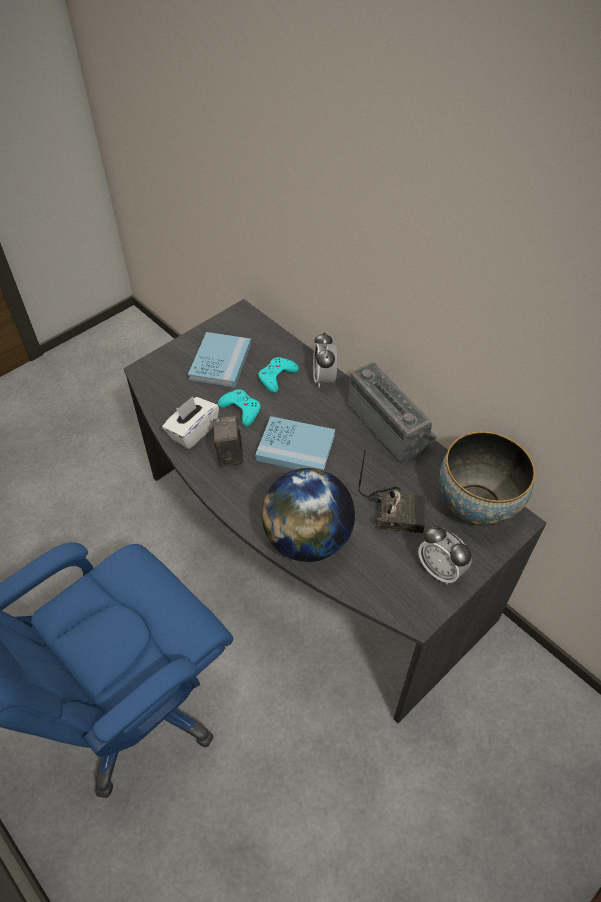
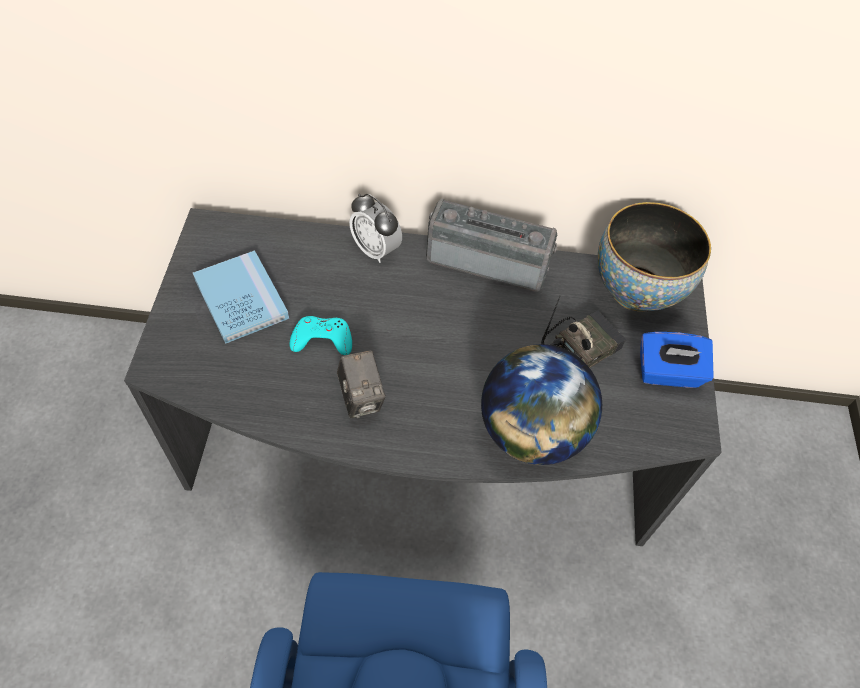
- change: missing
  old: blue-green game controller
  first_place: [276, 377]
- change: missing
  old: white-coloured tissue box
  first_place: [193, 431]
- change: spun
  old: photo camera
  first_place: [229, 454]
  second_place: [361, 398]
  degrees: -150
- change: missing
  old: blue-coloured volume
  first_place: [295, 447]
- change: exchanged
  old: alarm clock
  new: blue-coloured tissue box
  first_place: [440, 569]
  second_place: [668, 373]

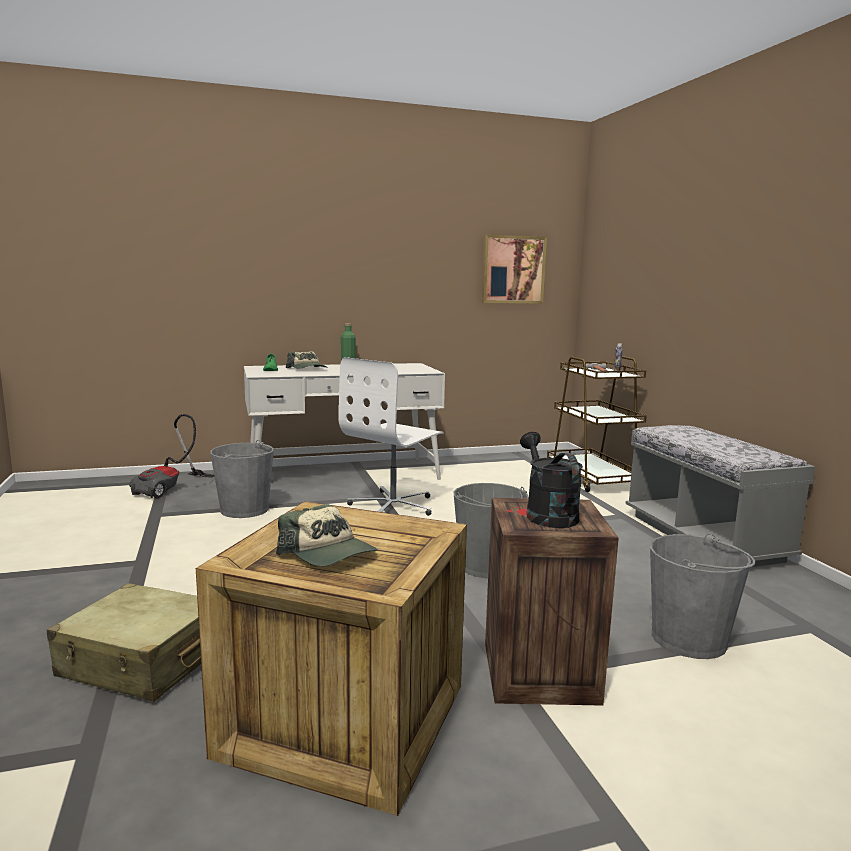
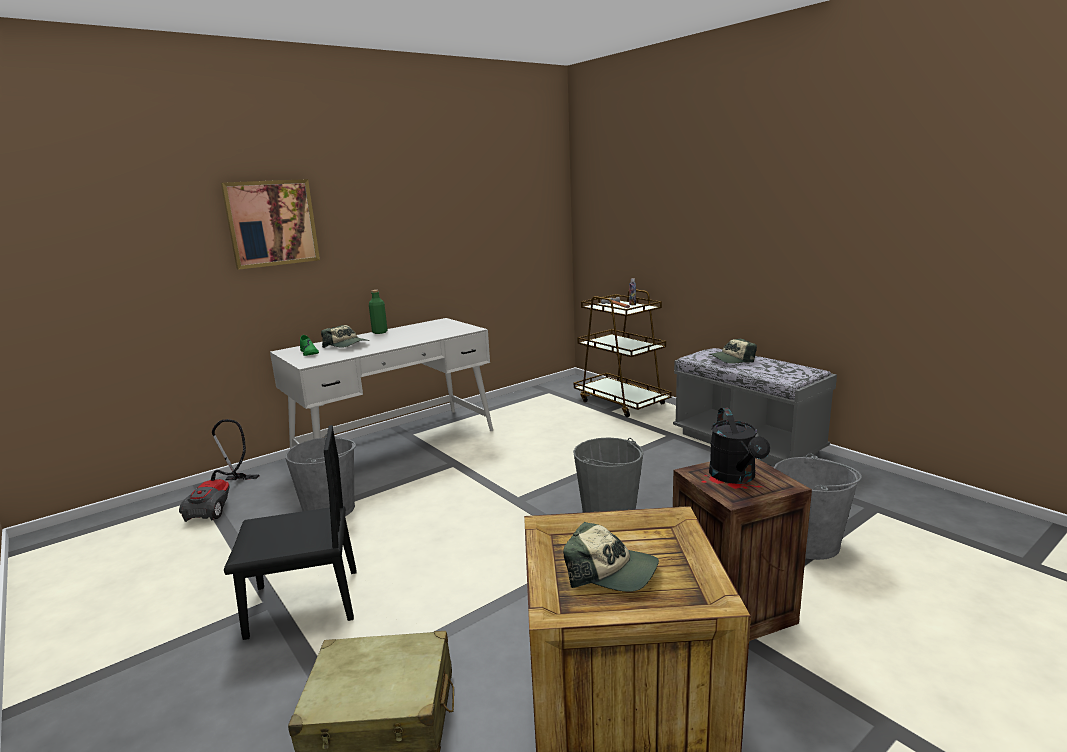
- change: relocated
  old: wall art
  first_place: [513, 269]
  second_place: [272, 223]
- change: missing
  old: white-coloured desk chair
  first_place: [394, 505]
- change: spun
  old: black watering pot
  first_place: [547, 514]
  second_place: [736, 477]
  degrees: -150
- change: appeared
  new: cap
  second_place: [731, 359]
- change: appeared
  new: black upright chair
  second_place: [303, 603]

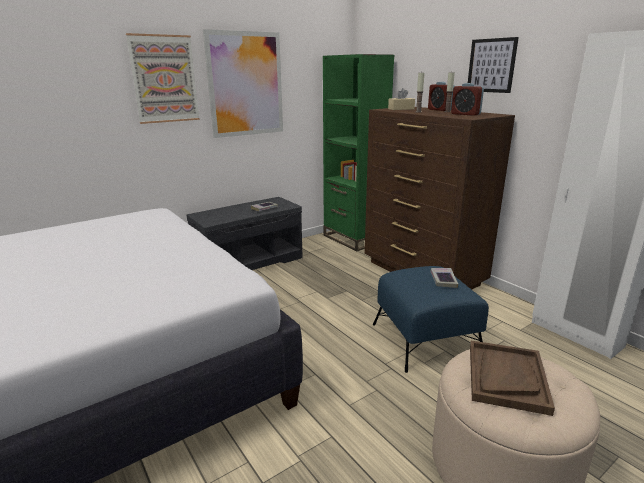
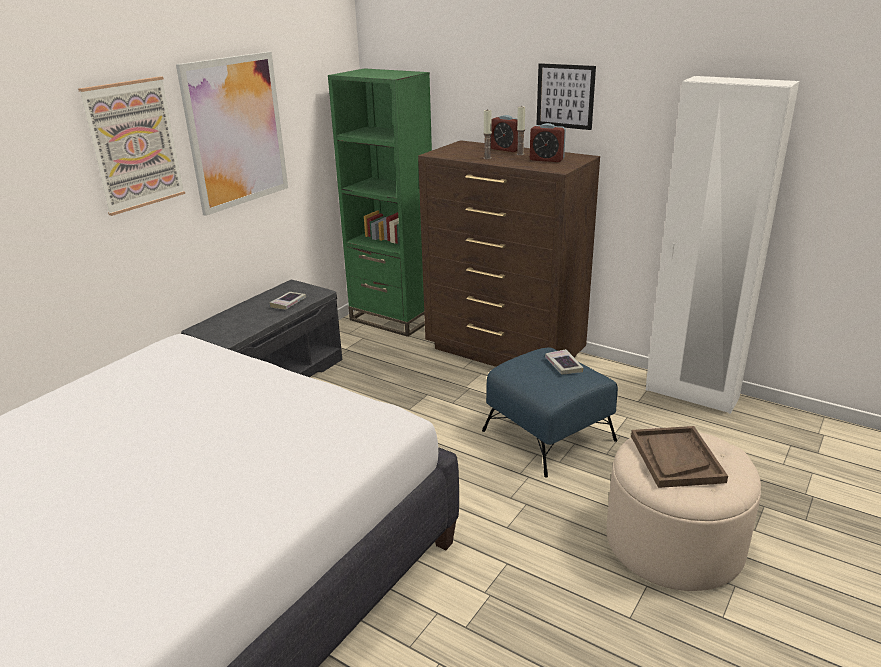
- change: missing
  old: sand-coloured tissue box
  first_place: [401, 109]

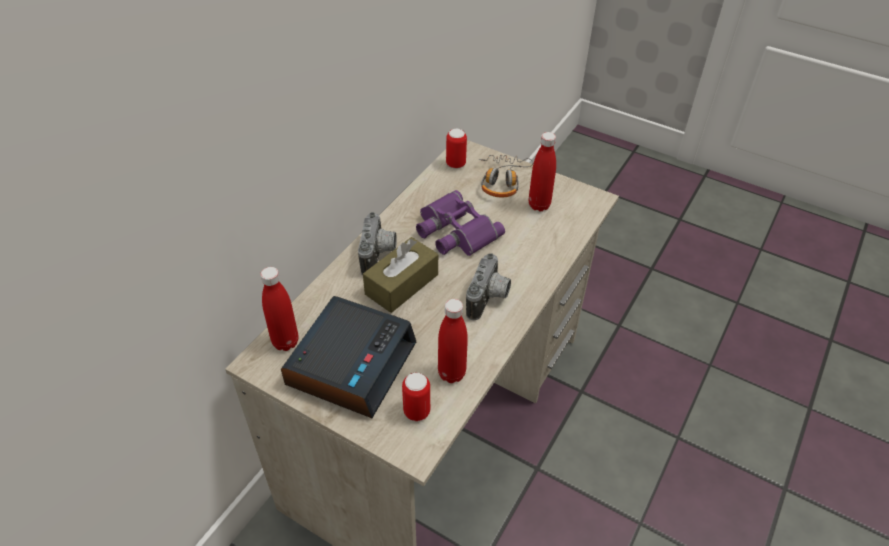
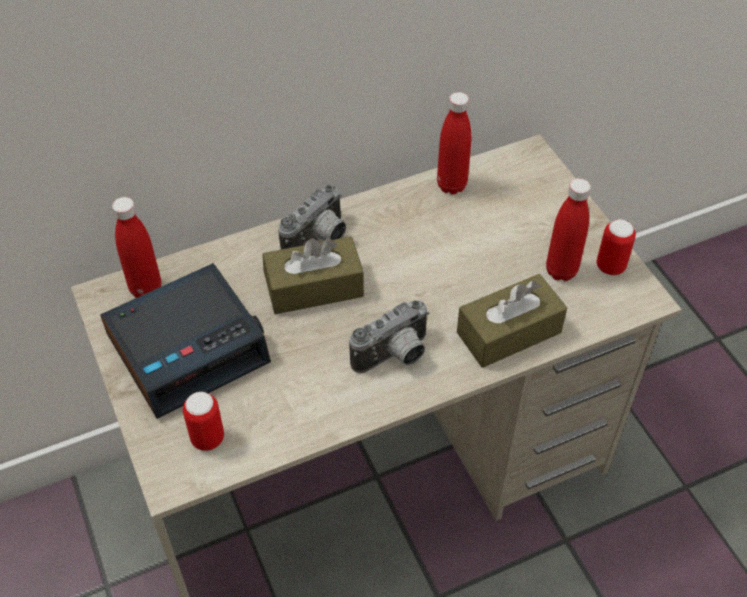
- change: relocated
  old: metal can
  first_place: [455, 164]
  second_place: [610, 266]
- change: missing
  old: headset
  first_place: [502, 181]
- change: missing
  old: purplish binoculars
  first_place: [454, 231]
- change: relocated
  old: red-coloured drink bottle
  first_place: [451, 373]
  second_place: [451, 185]
- change: appeared
  new: brown-coloured tissue box
  second_place: [509, 332]

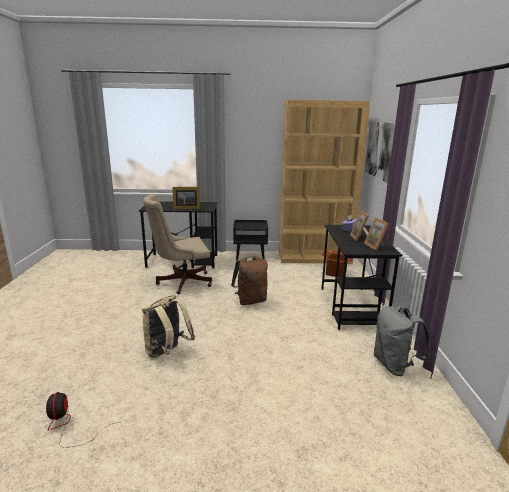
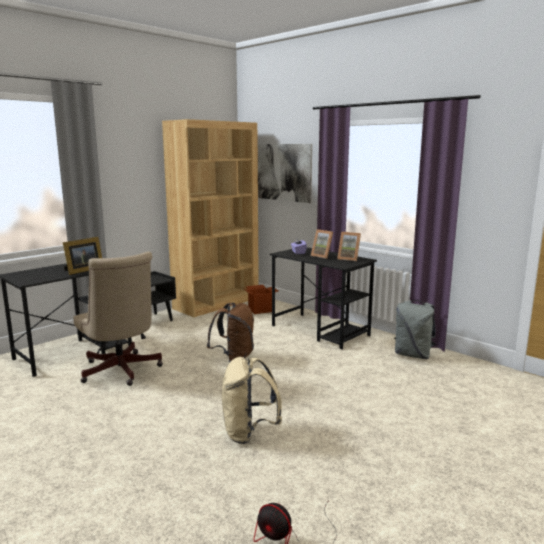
- change: spun
  old: sand-coloured desk chair
  first_place: [181, 282]
  second_place: [121, 372]
  degrees: -60

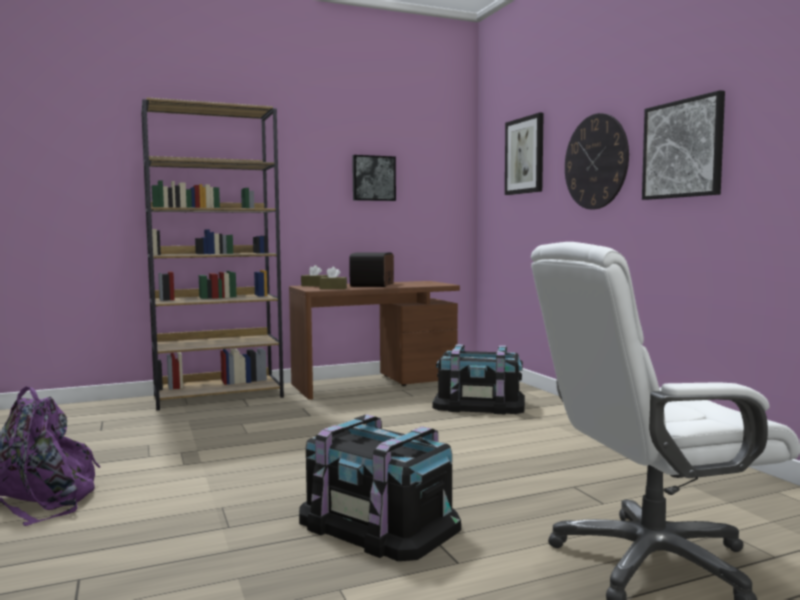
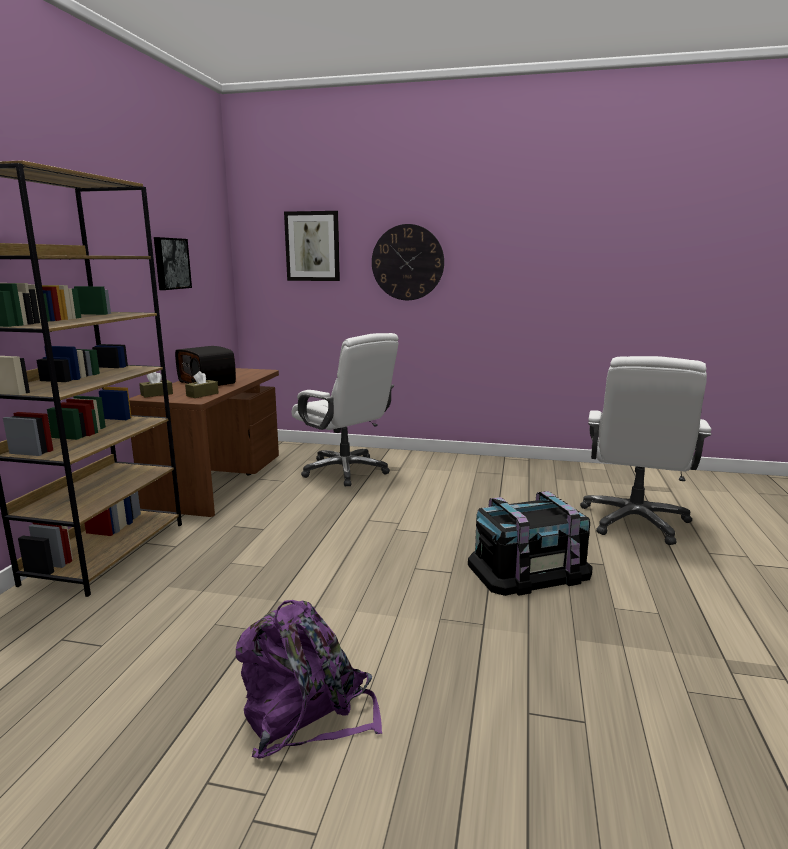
- change: missing
  old: wall art
  first_place: [683, 149]
- change: exchanged
  old: black storage container
  new: white-coloured desk chair
  first_place: [479, 404]
  second_place: [346, 471]

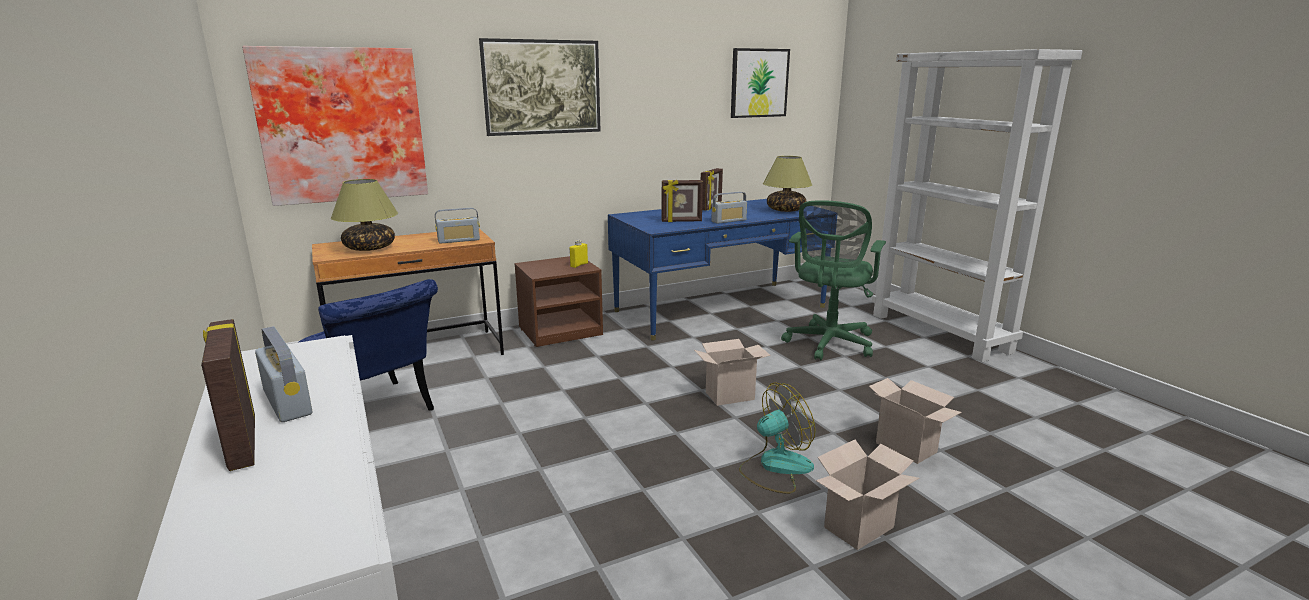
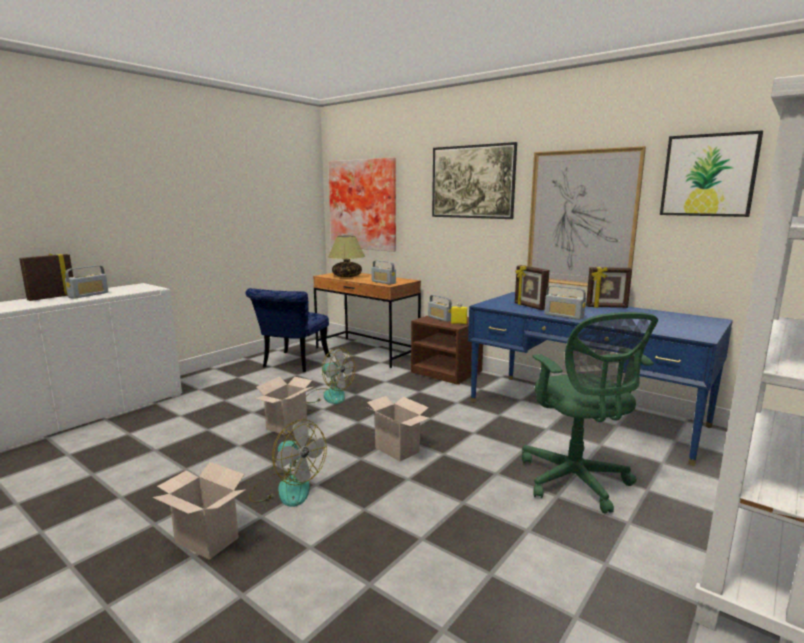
- change: missing
  old: lamp for a table
  first_place: [785, 210]
- change: spun
  old: greenish desk chair
  first_place: [828, 344]
  second_place: [576, 482]
  degrees: -105
- change: relocated
  old: carton
  first_place: [908, 448]
  second_place: [287, 426]
- change: appeared
  new: wall art
  second_place: [581, 219]
- change: appeared
  new: radio
  second_place: [440, 318]
- change: appeared
  new: fan
  second_place: [329, 396]

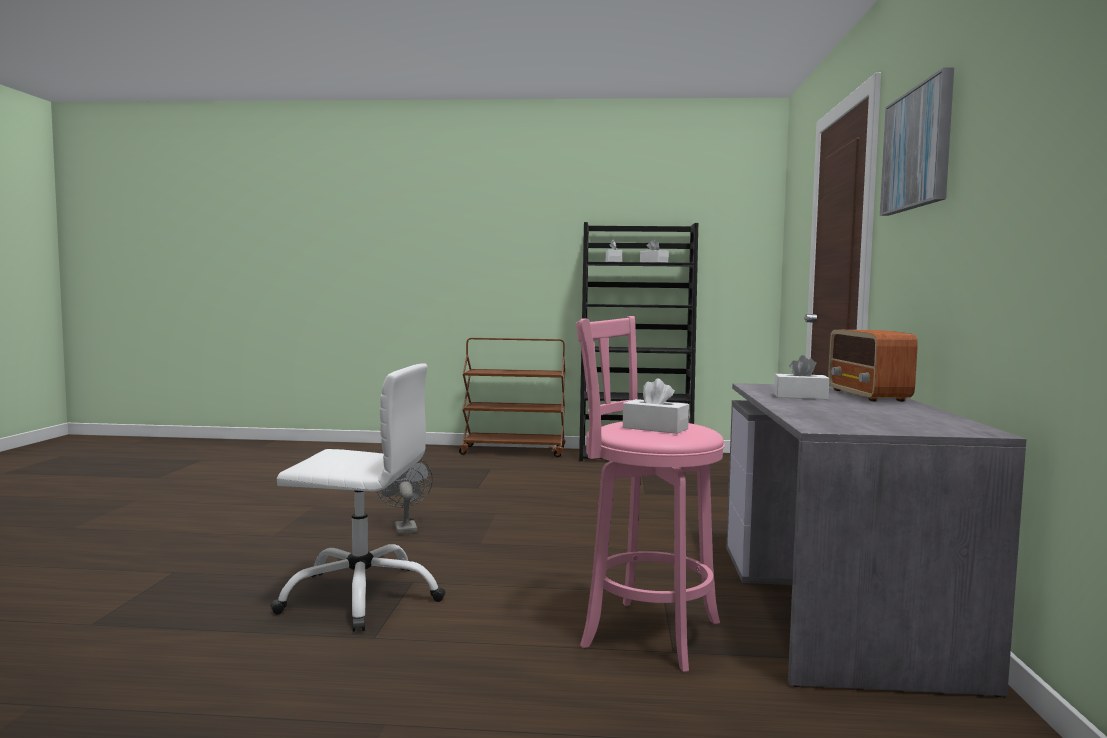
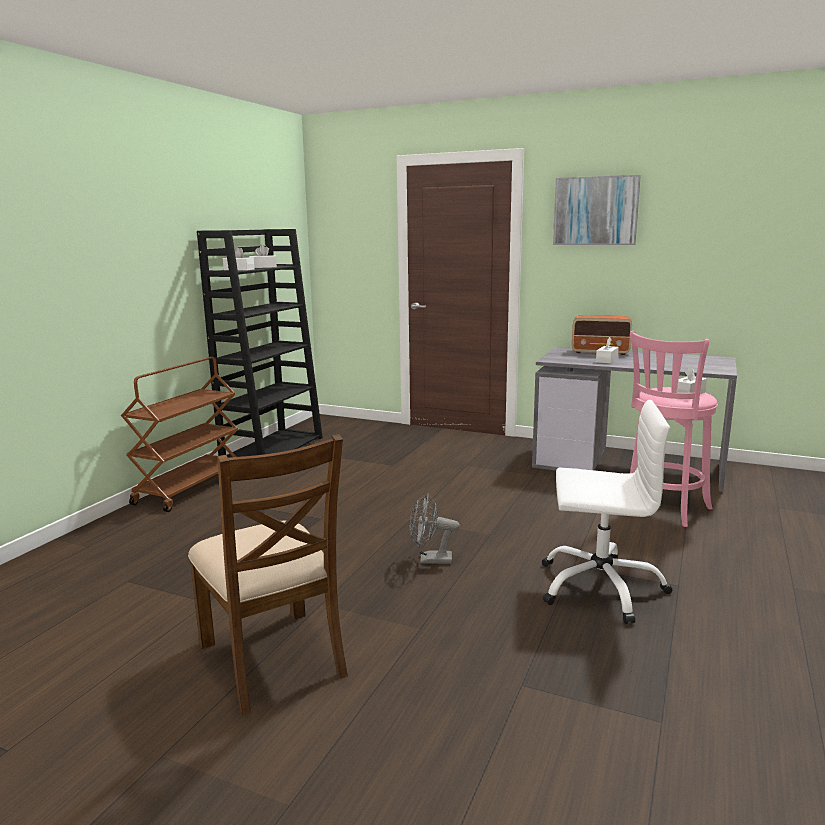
- change: spun
  old: white-coloured desk chair
  first_place: [361, 595]
  second_place: [600, 586]
  degrees: 75
- change: appeared
  new: brown-coloured upright chair
  second_place: [273, 659]

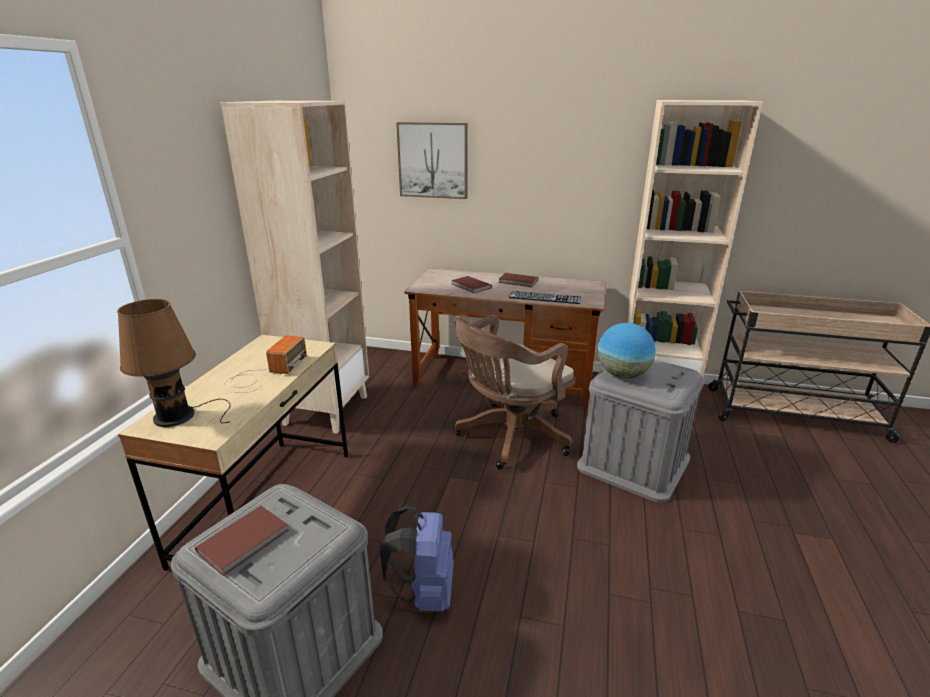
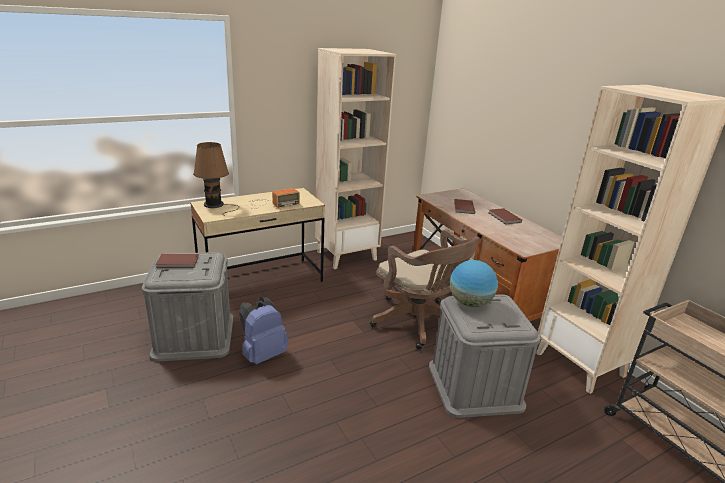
- change: missing
  old: wall art
  first_place: [433, 160]
- change: missing
  old: PC keyboard
  first_place: [545, 297]
- change: spun
  old: brown-coloured desk chair
  first_place: [509, 437]
  second_place: [419, 323]
  degrees: -135

